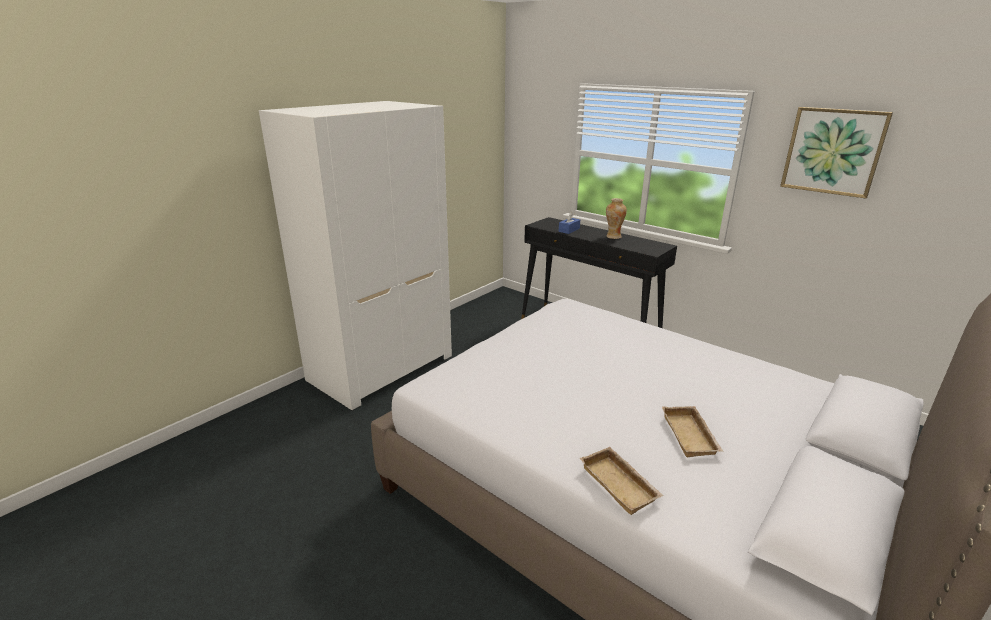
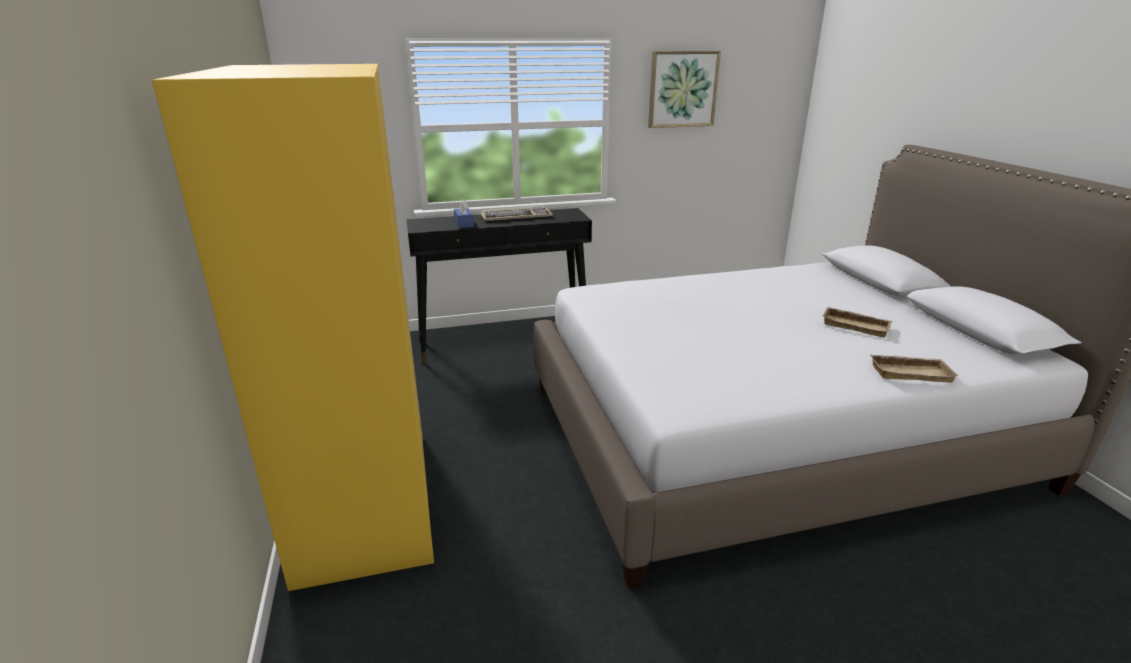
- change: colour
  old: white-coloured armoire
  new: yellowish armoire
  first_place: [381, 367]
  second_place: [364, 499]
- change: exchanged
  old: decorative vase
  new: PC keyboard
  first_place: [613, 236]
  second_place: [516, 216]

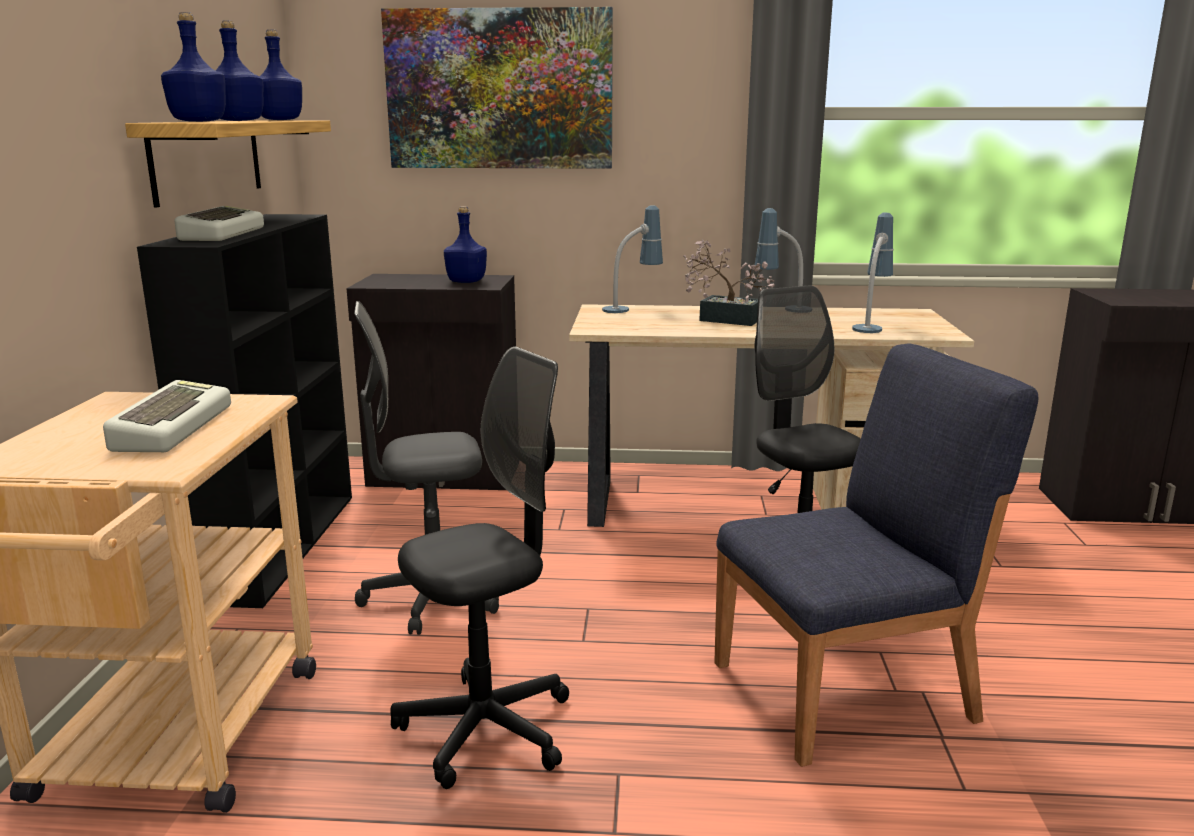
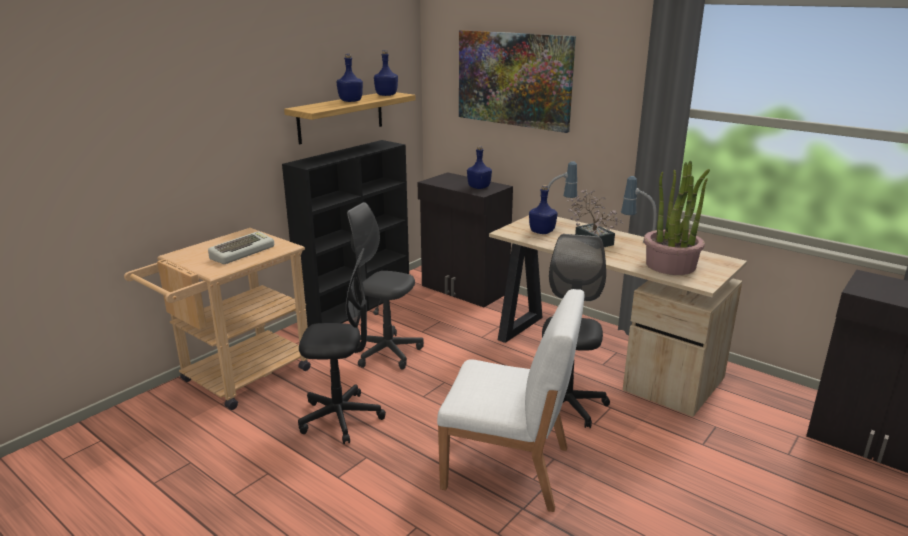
- change: relocated
  old: blue-coloured drink bottle
  first_place: [200, 121]
  second_place: [542, 232]
- change: missing
  old: PC keyboard
  first_place: [220, 234]
- change: exchanged
  old: lamp for a table
  new: houseplant
  first_place: [871, 325]
  second_place: [670, 265]
- change: colour
  old: blue-coloured upright chair
  new: white-coloured upright chair
  first_place: [846, 691]
  second_place: [508, 468]

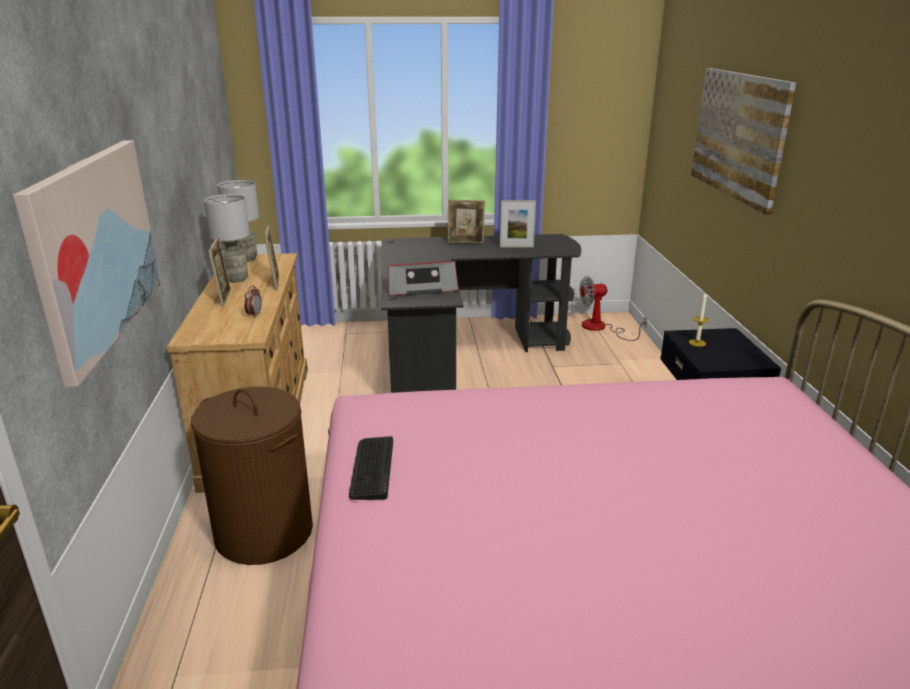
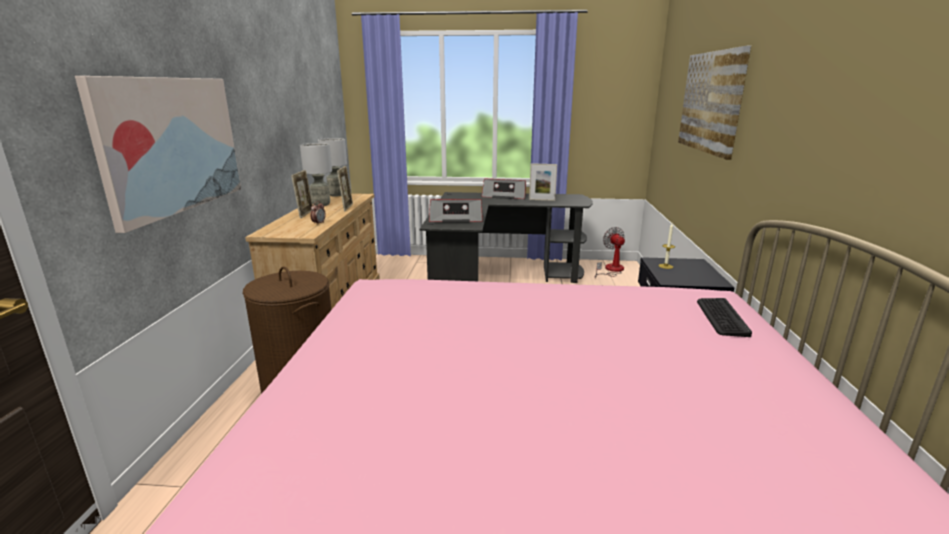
- change: exchanged
  old: picture frame
  new: radio
  first_place: [465, 242]
  second_place: [504, 196]
- change: spun
  old: fan
  first_place: [601, 328]
  second_place: [611, 270]
  degrees: 75
- change: relocated
  old: PC keyboard
  first_place: [372, 468]
  second_place: [721, 317]

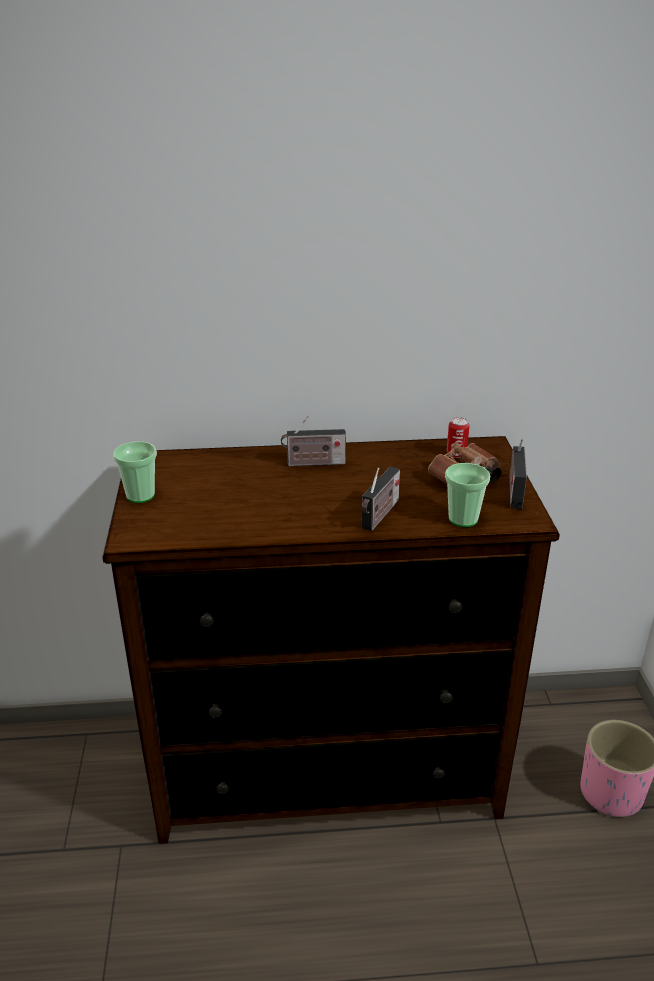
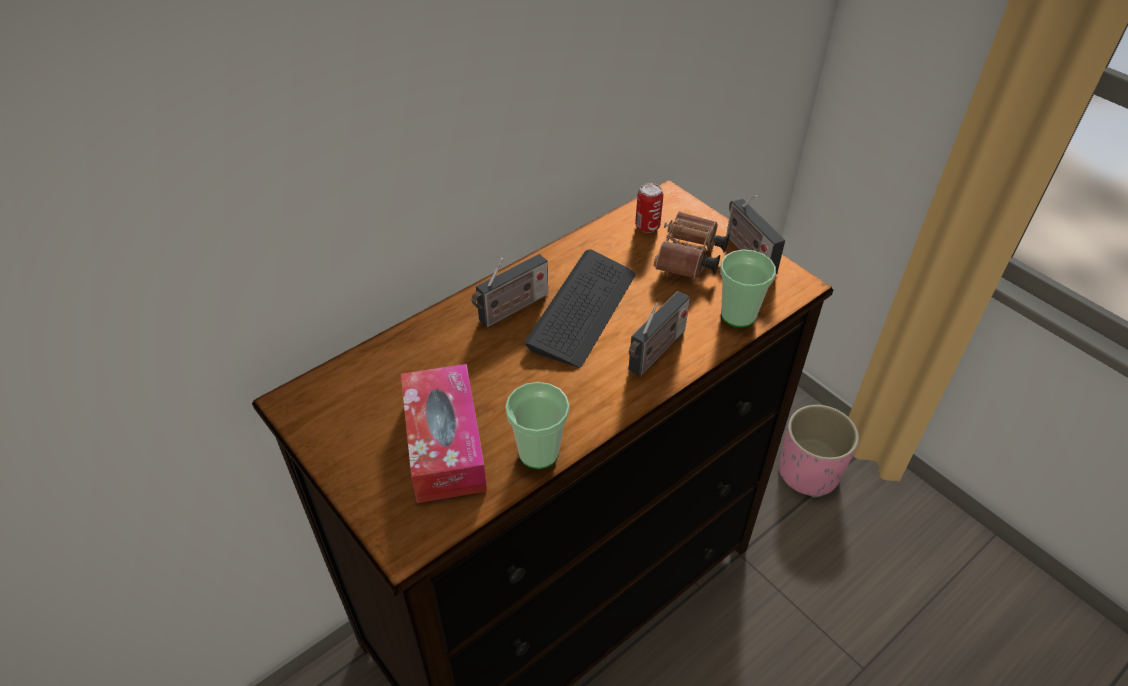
- change: relocated
  old: cup
  first_place: [140, 495]
  second_place: [538, 452]
- change: spun
  old: radio
  first_place: [379, 516]
  second_place: [655, 352]
  degrees: 45
- change: appeared
  new: PC keyboard
  second_place: [582, 310]
- change: appeared
  new: tissue box
  second_place: [444, 444]

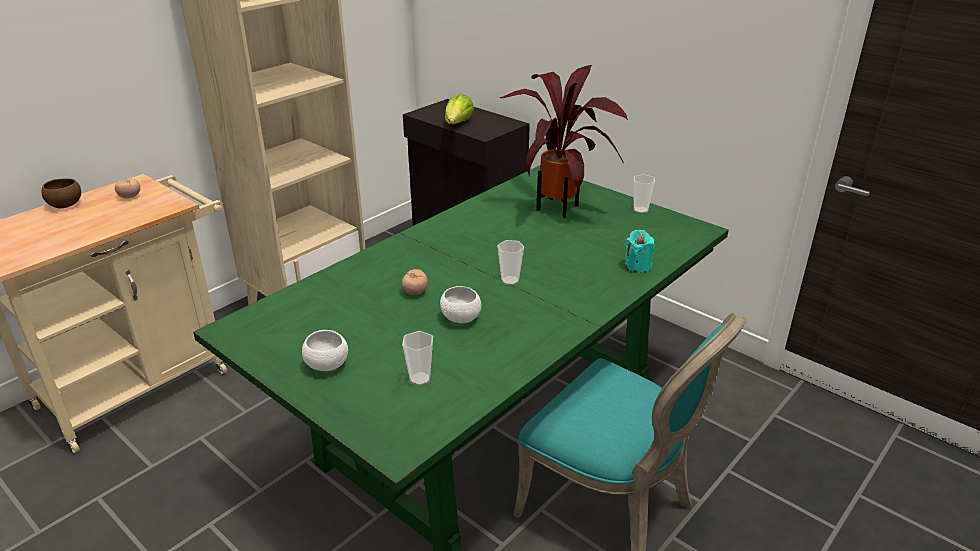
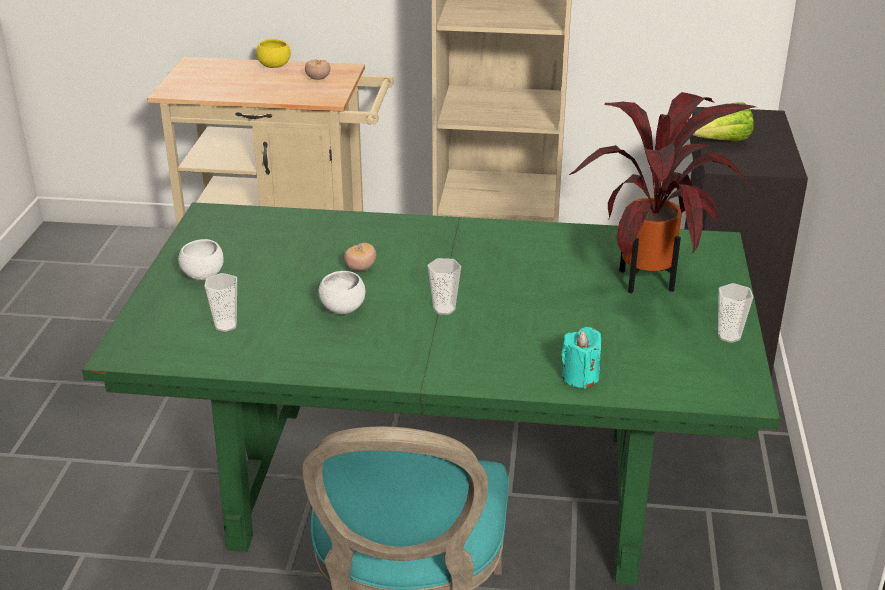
- change: colour
  old: brown-coloured deep dish
  new: yellowish deep dish
  first_place: [66, 205]
  second_place: [274, 66]

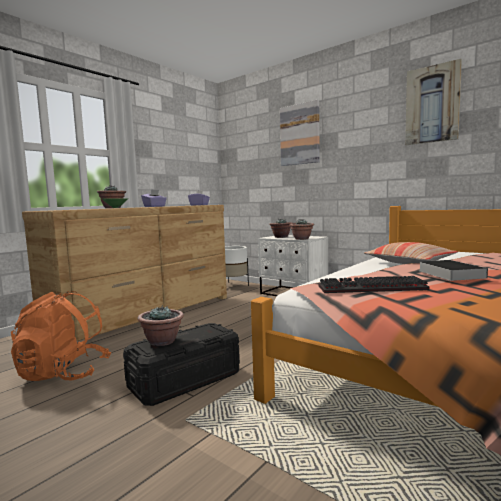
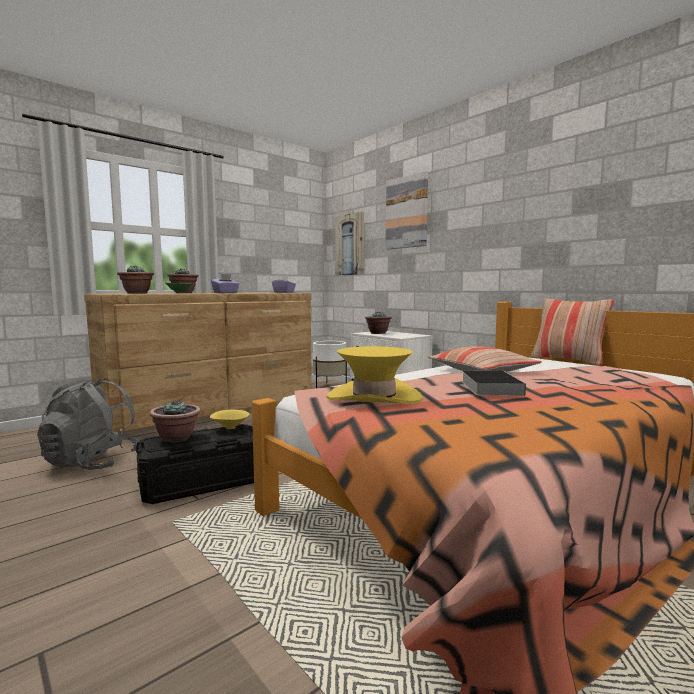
- change: relocated
  old: wall art
  first_place: [432, 104]
  second_place: [350, 245]
- change: relocated
  old: houseplant
  first_place: [301, 239]
  second_place: [137, 293]
- change: exchanged
  old: PC keyboard
  new: yellowish hat
  first_place: [370, 288]
  second_place: [374, 397]
- change: colour
  old: orangey backpack
  new: grey backpack
  first_place: [64, 373]
  second_place: [93, 463]
- change: appeared
  new: cushion
  second_place: [568, 360]
- change: appeared
  new: yellowish deep dish
  second_place: [229, 428]

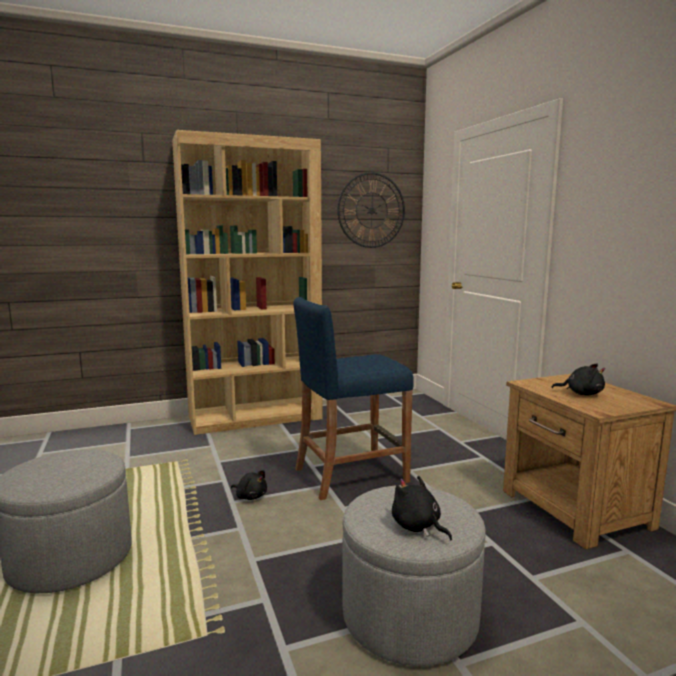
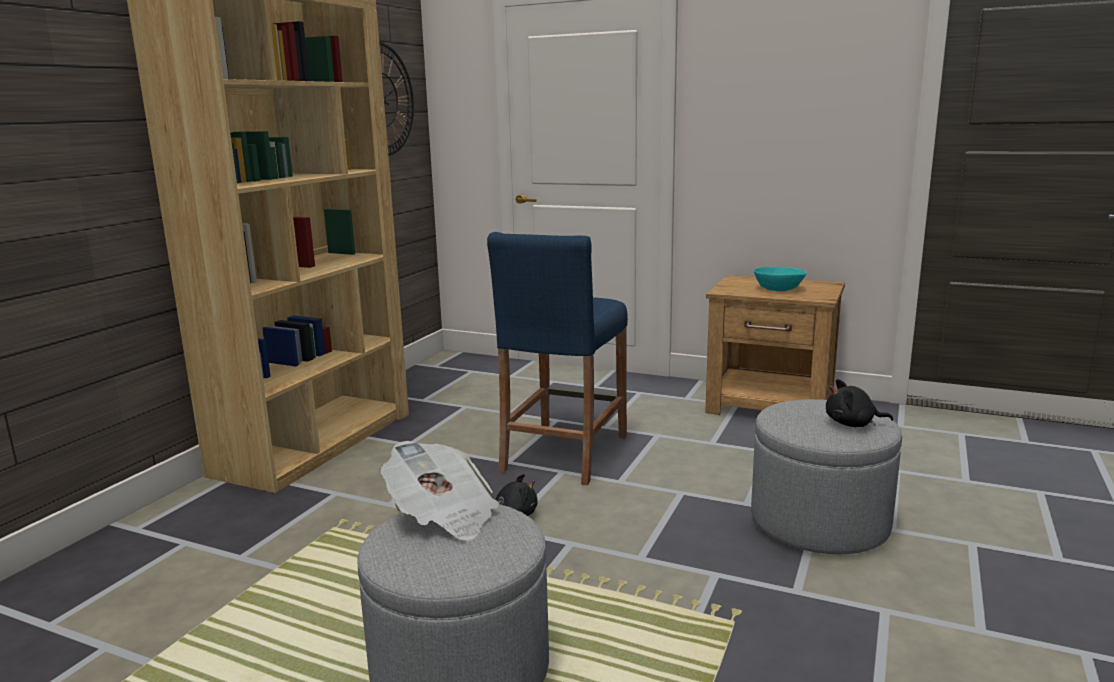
- change: exchanged
  old: black plush toy
  new: blue-green deep dish
  first_place: [581, 394]
  second_place: [778, 289]
- change: appeared
  new: daily paper
  second_place: [443, 516]

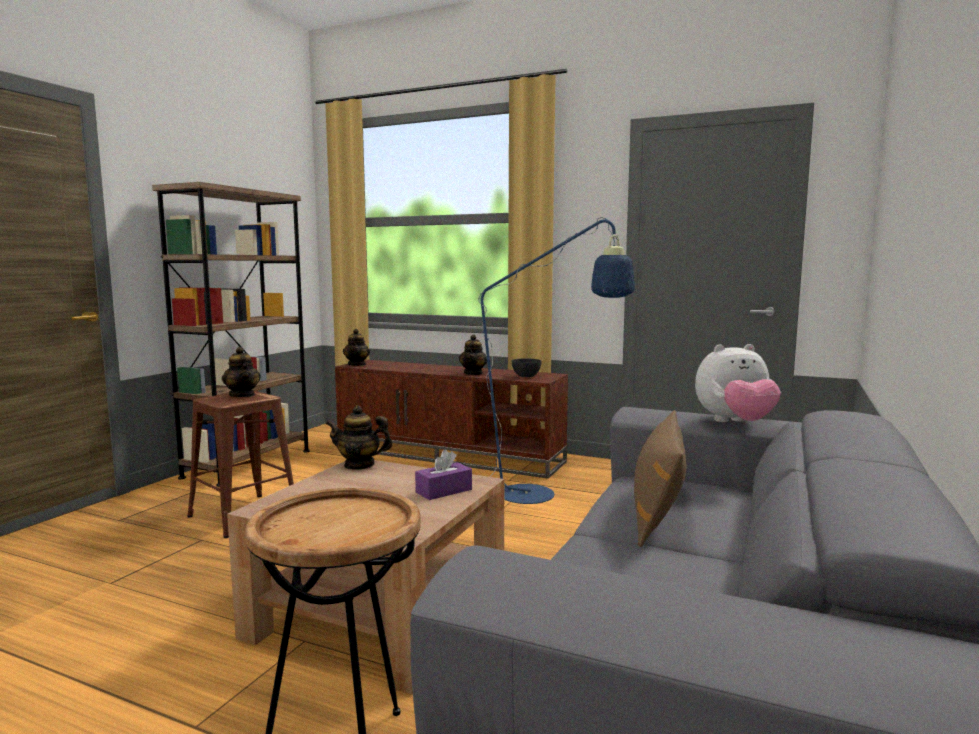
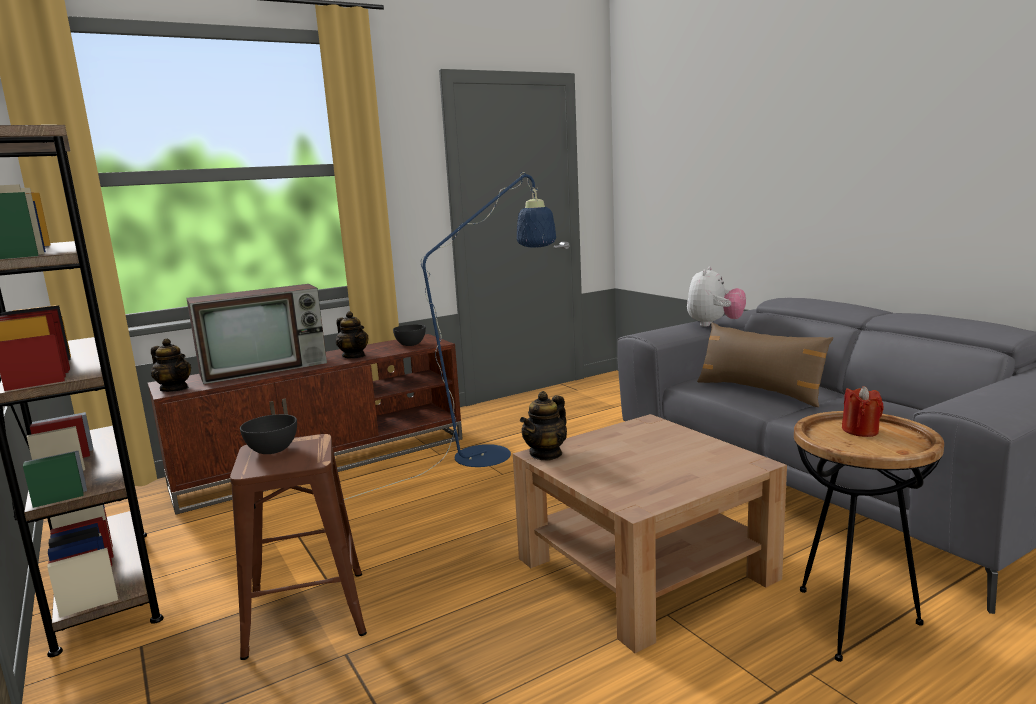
- change: exchanged
  old: tea pot
  new: grey deep dish
  first_place: [242, 395]
  second_place: [272, 450]
- change: missing
  old: purplish tissue box
  first_place: [444, 491]
- change: appeared
  new: television
  second_place: [266, 368]
- change: appeared
  new: red-coloured wax light
  second_place: [860, 431]

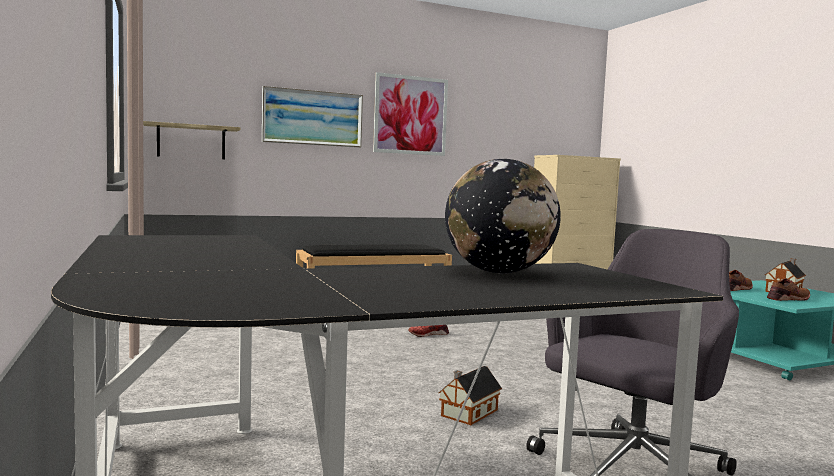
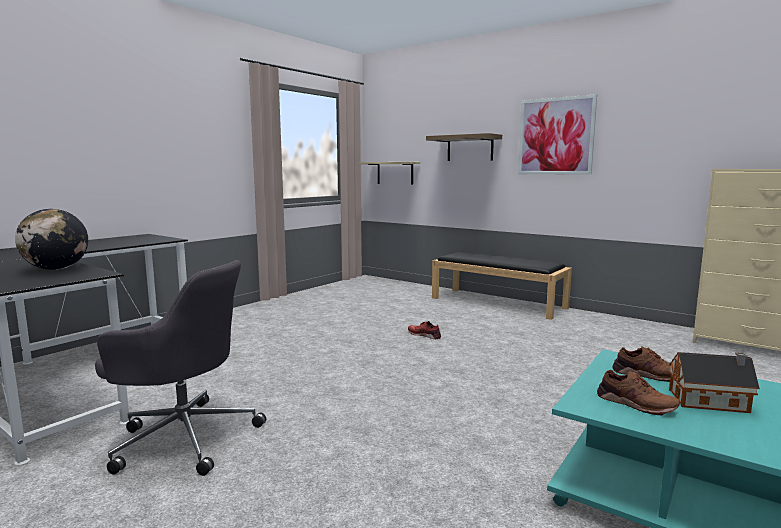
- change: exchanged
  old: wall art
  new: shelf
  first_place: [312, 118]
  second_place: [470, 148]
- change: missing
  old: model house
  first_place: [467, 413]

